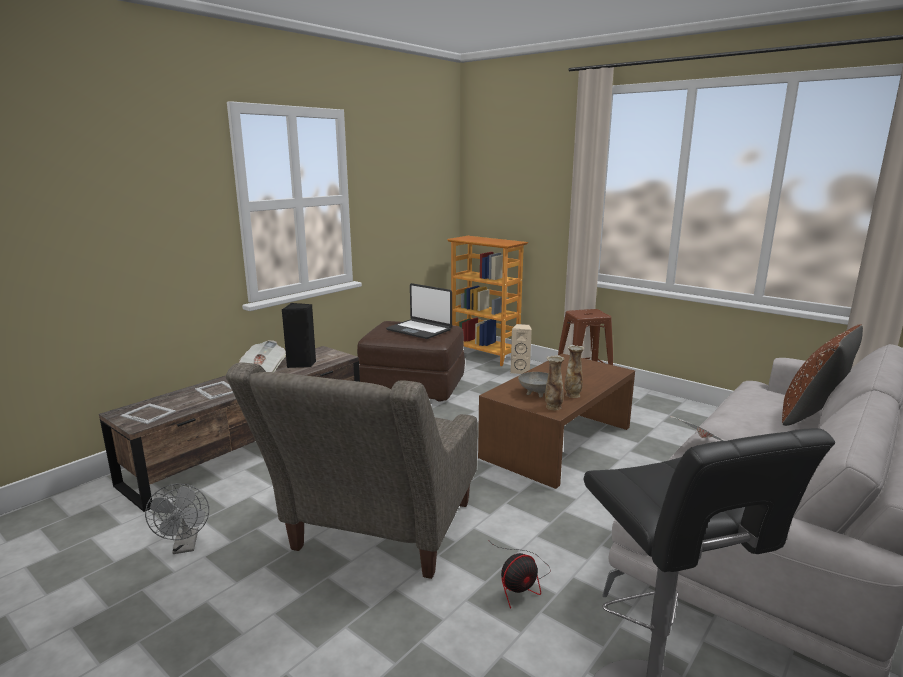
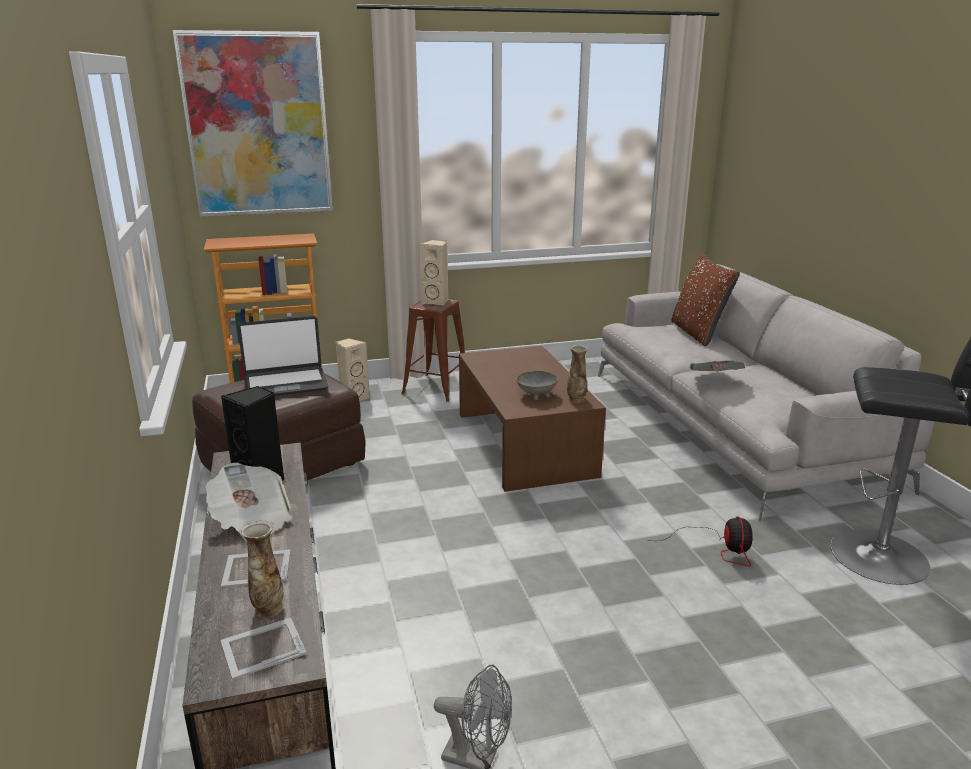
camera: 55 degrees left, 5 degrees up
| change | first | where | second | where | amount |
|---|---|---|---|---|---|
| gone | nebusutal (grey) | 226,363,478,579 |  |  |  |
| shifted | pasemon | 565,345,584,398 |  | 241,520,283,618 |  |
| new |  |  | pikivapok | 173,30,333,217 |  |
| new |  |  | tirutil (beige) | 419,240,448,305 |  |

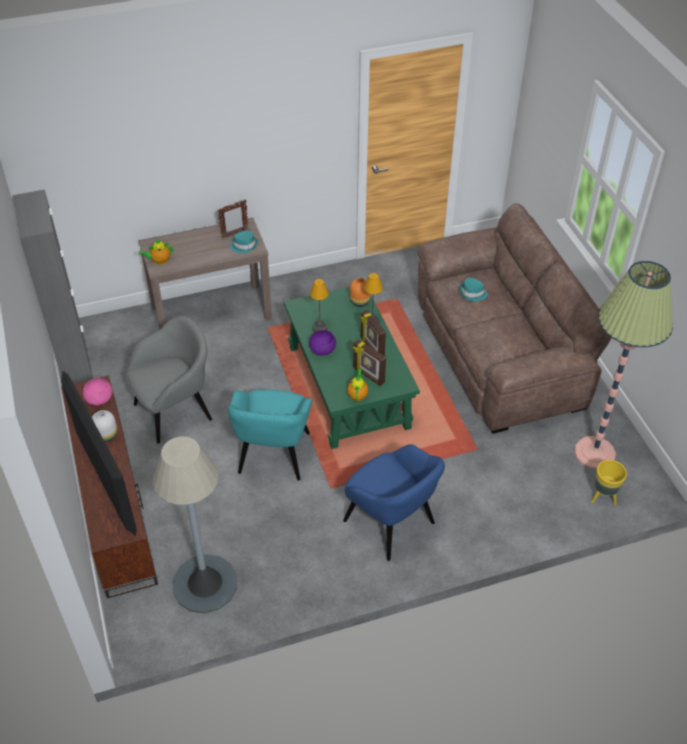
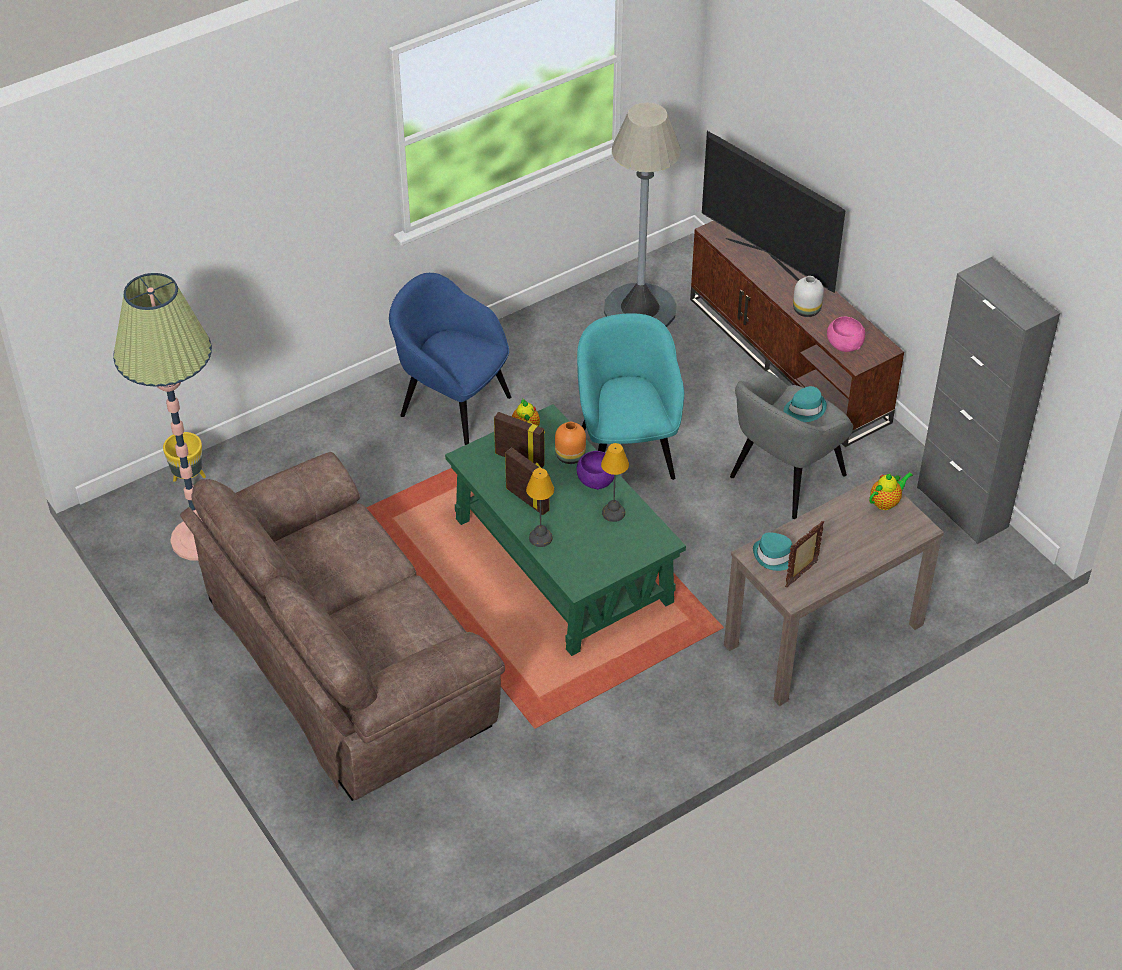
camera: 165 degrees right, 0 degrees up
| change | first | where | second | where | amount |
|---|---|---|---|---|---|
| shifted | pasemon (orange) | 350,278,370,307 |  | 555,422,586,464 |  |
| shifted | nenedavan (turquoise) | 459,278,488,301 |  | 783,386,827,422 |  |

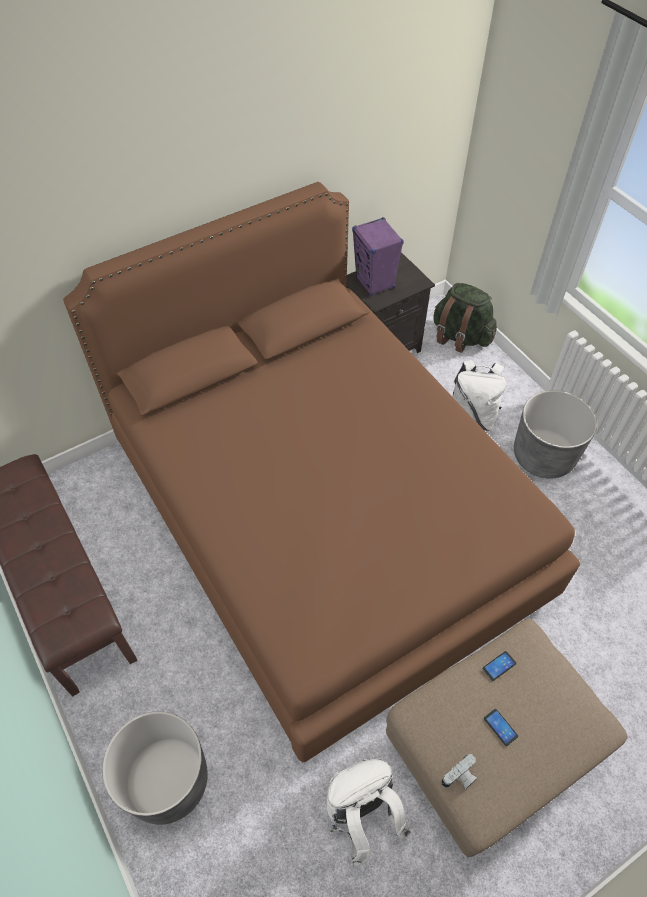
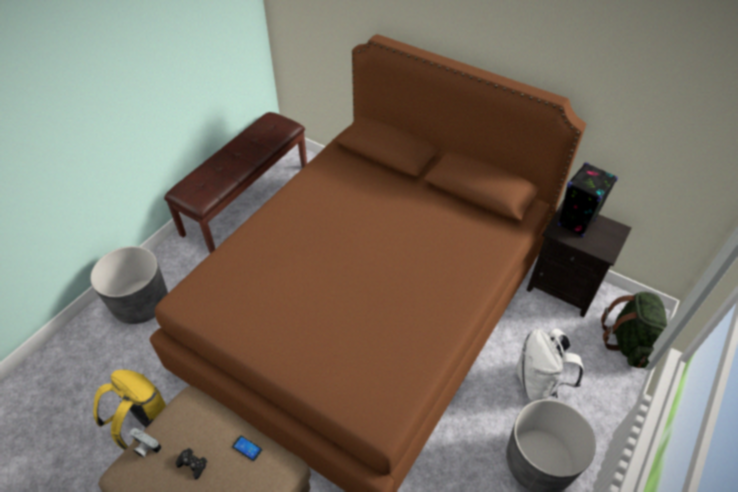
camera: 65 degrees right, 5 degrees down
| change | first | where | second | where | amount |
|---|---|---|---|---|---|
| repainted | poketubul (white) | 327,758,411,866 | poketubul (yellow) | 93,370,166,451 |  |
| repainted | tirutil (purple) | 352,217,404,296 | tirutil (black) | 558,162,618,238 |  |
| swapped | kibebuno | 484,709,518,746 | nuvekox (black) | 175,448,208,479 |  |

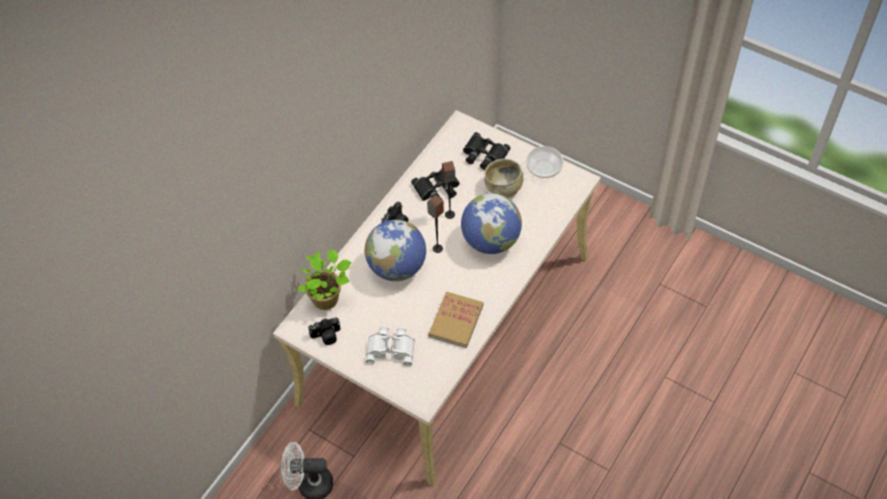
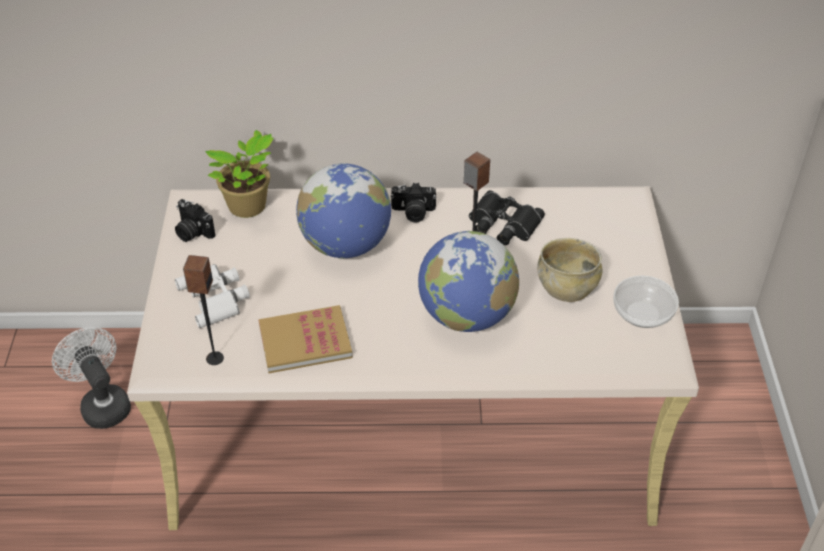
camera: 55 degrees right, 10 degrees down
| change | first | where | second | where | amount |
|---|---|---|---|---|---|
| shifted | tirutil | 427,195,444,253 |  | 183,255,224,365 |  |
| gone | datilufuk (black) | 463,132,510,170 |  |  |  |

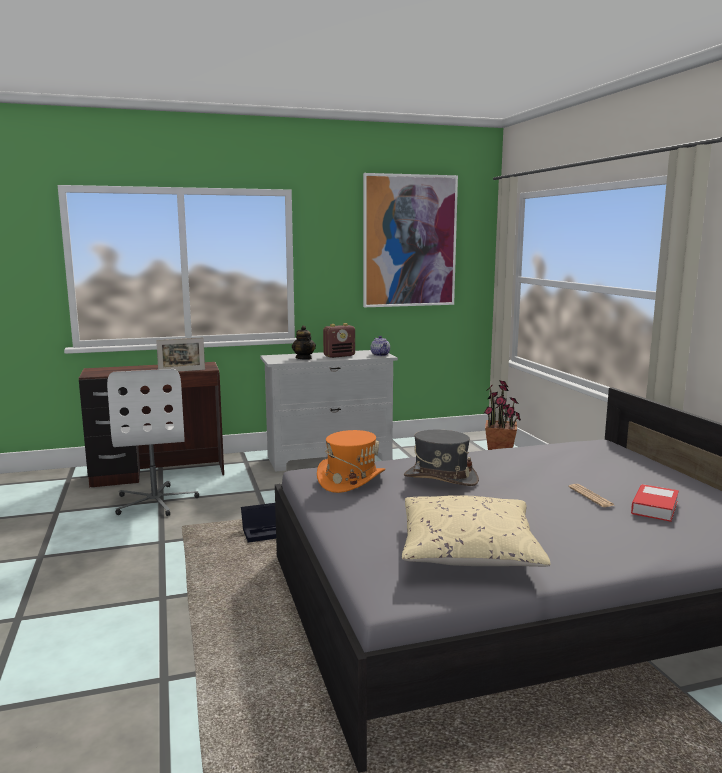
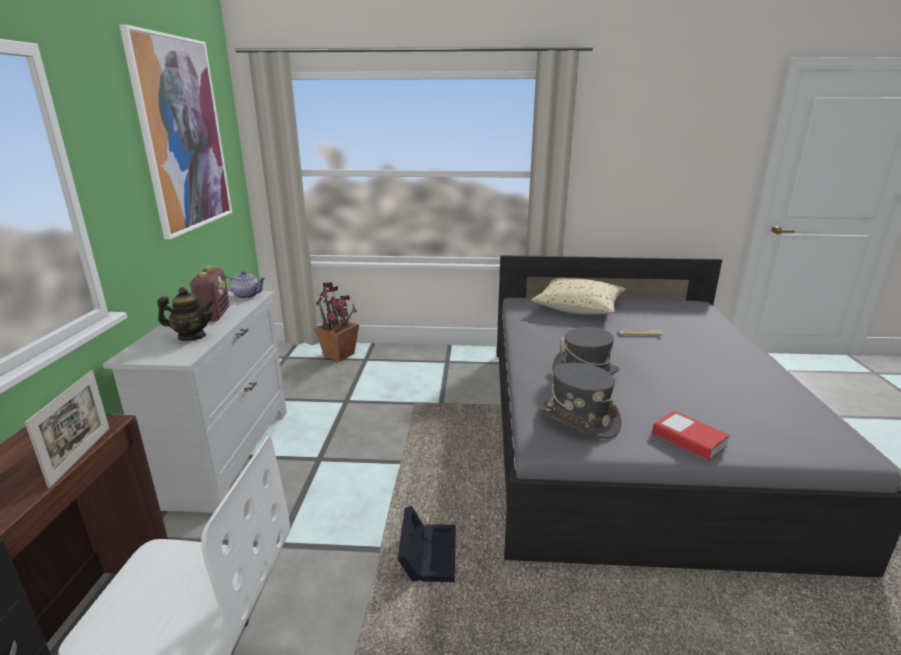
camera: 70 degrees left, 10 degrees up
| change | first | where | second | where | amount |
|---|---|---|---|---|---|
| repainted | nenedavan (orange) | 317,430,385,493 | nenedavan (grey) | 539,363,621,439 |  |
| shifted | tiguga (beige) | 402,495,551,567 |  | 531,278,626,314 |  |
| shifted | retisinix | 631,484,679,522 |  | 652,410,730,461 |  |

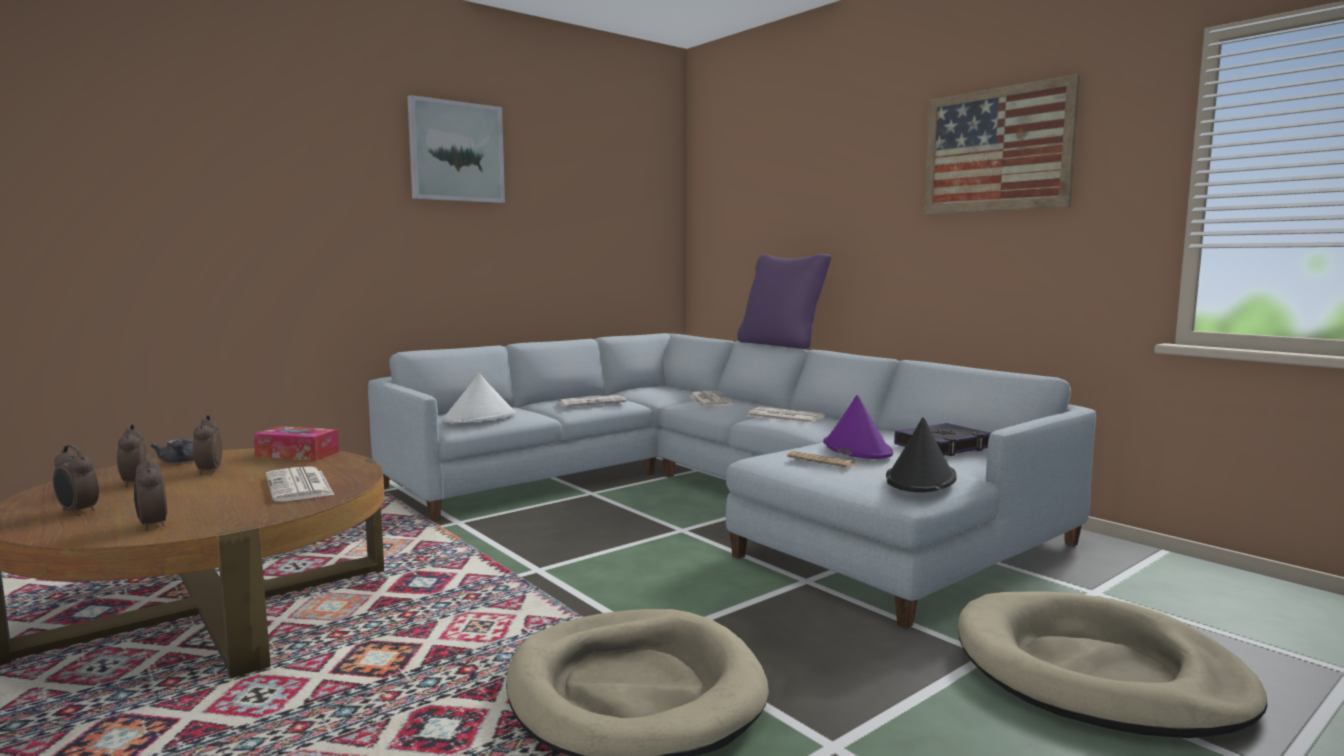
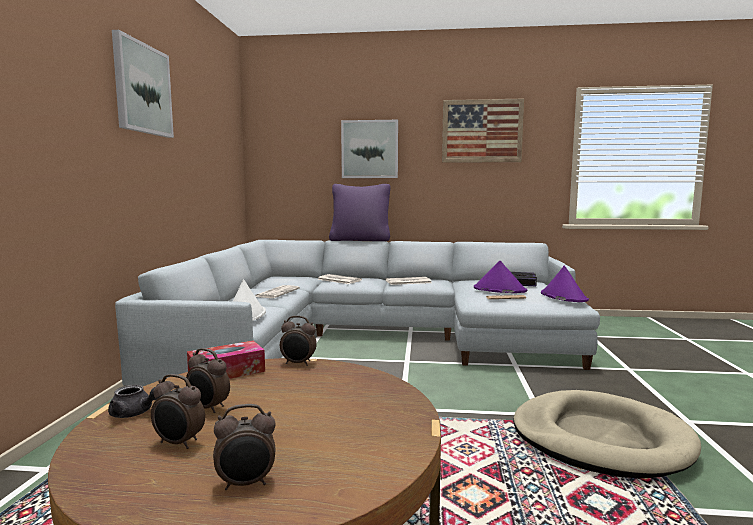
camera: 45 degrees left, 0 degrees up
| change | first | where | second | where | amount |
|---|---|---|---|---|---|
| shifted | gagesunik | 134,454,167,531 |  | 280,316,317,366 |  |
| gone | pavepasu | 266,466,334,502 |  |  |  |
| repainted | nenedavan (black) | 886,417,956,492 | nenedavan (purple) | 541,266,589,302 |  |
| gone | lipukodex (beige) | 958,591,1267,738 |  |  |  |
| new |  |  | pikivapok | 341,120,398,178 |  |

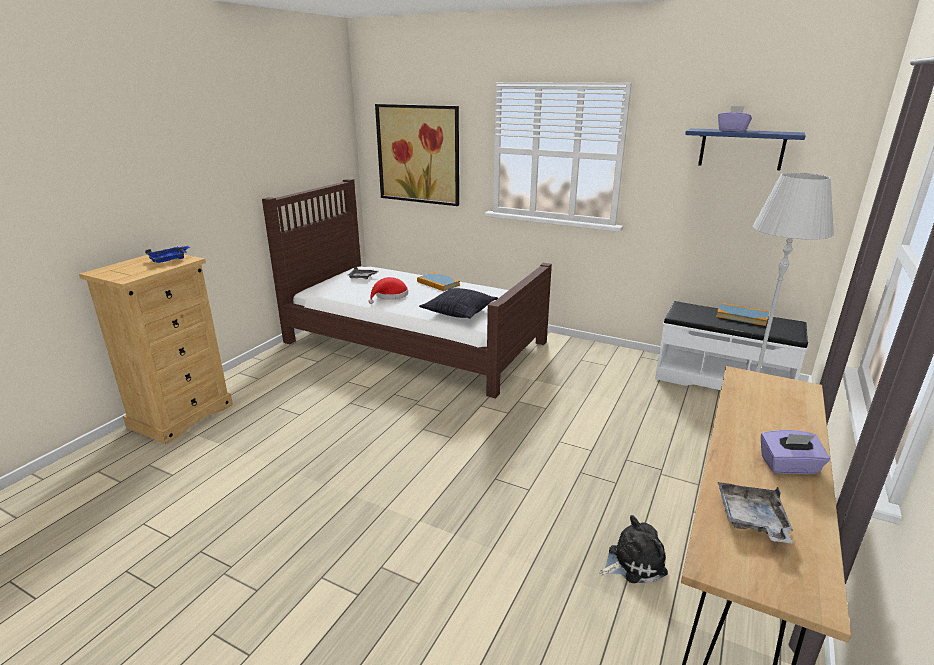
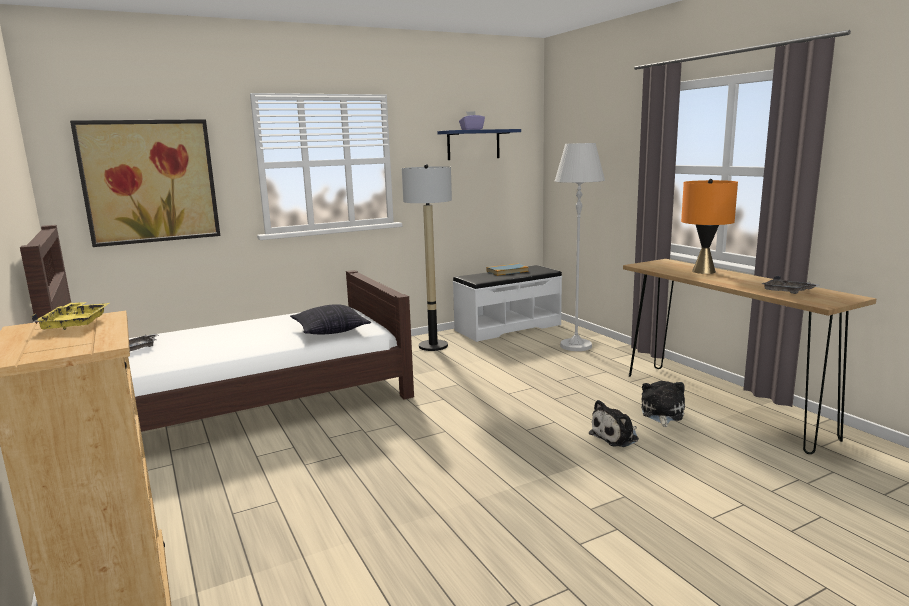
camera: 55 degrees left, 10 degrees down
| change | first | where | second | where | amount |
|---|---|---|---|---|---|
| repainted | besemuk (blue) | 145,246,190,263 | besemuk (yellow) | 31,302,109,330 |  |
| gone | nenedavan (red) | 368,277,408,304 |  |  |  |
| gone | retisinix | 417,272,460,291 |  |  |  |
| gone | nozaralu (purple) | 761,430,830,474 |  |  |  |
| new |  |  | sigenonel | 402,164,452,351 |  |
| new |  |  | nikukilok | 589,400,639,447 |  |
| new |  |  | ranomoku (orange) | 681,179,738,274 |  |

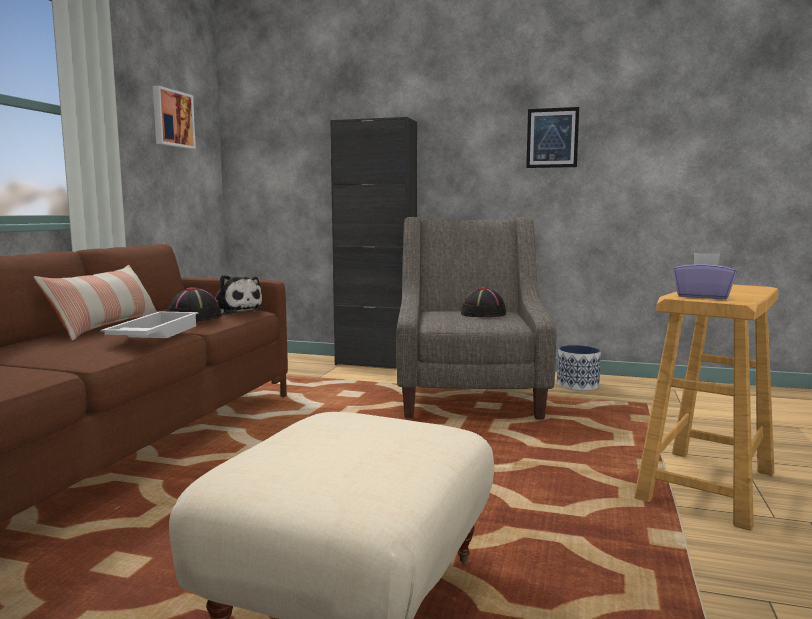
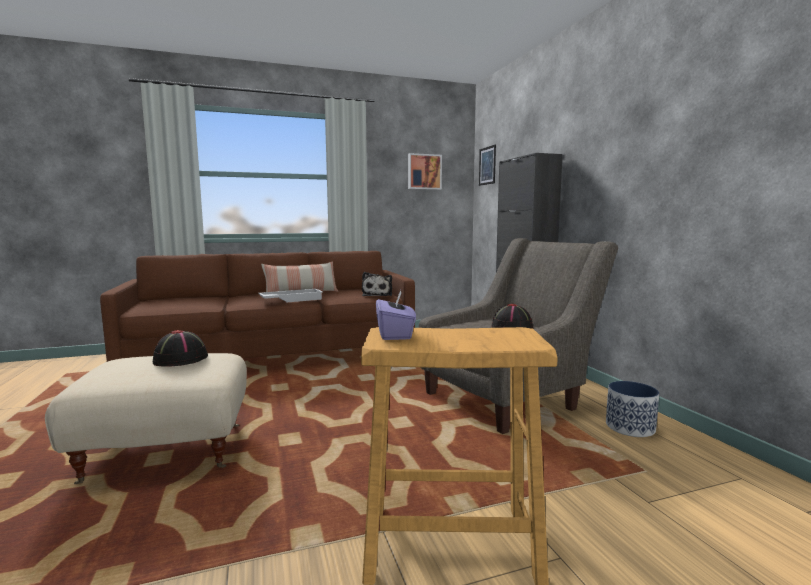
camera: 55 degrees right, 0 degrees up
| change | first | where | second | where | amount |
|---|---|---|---|---|---|
| shifted | nenedavan (black) | 168,287,222,322 |  | 153,330,208,367 |  |
| shifted | pikivapok | 526,107,579,168 |  | 479,144,496,186 |  |

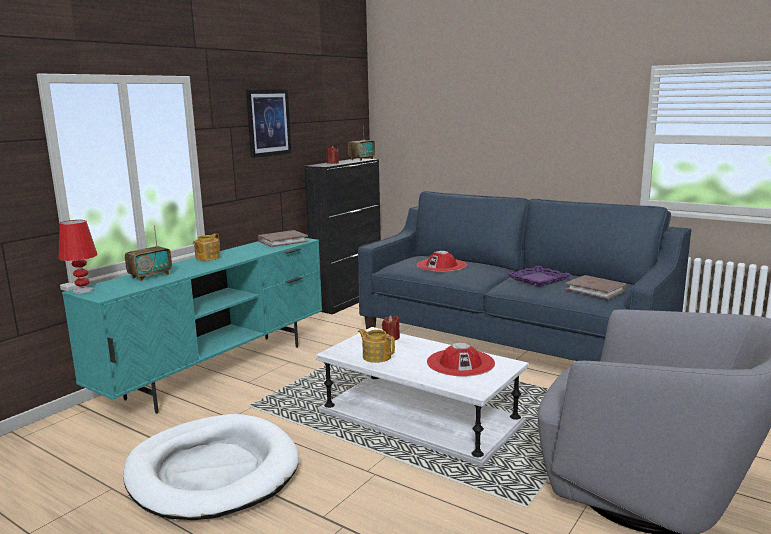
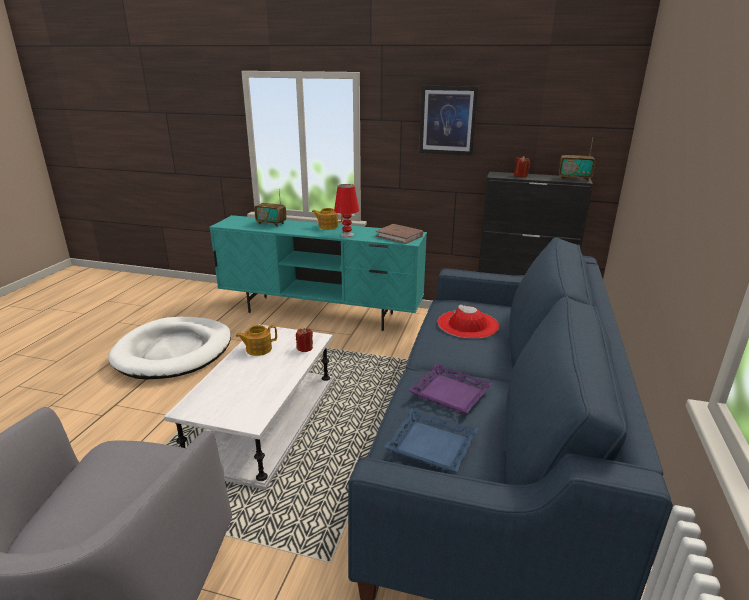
camera: 70 degrees right, 10 degrees up
| change | first | where | second | where | amount |
|---|---|---|---|---|---|
| shifted | ranomoku (red) | 58,220,97,294 |  | 334,184,359,237 |  |
| rotated | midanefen | 358,329,395,363 |  | 236,325,277,356 | 135 degrees counterclockwise |
| gone | nenedavan (red) | 427,343,495,376 |  |  |  |
| swapped | retisinix (brown) | 565,275,626,299 | besemuk (blue) | 384,409,478,472 |  |

